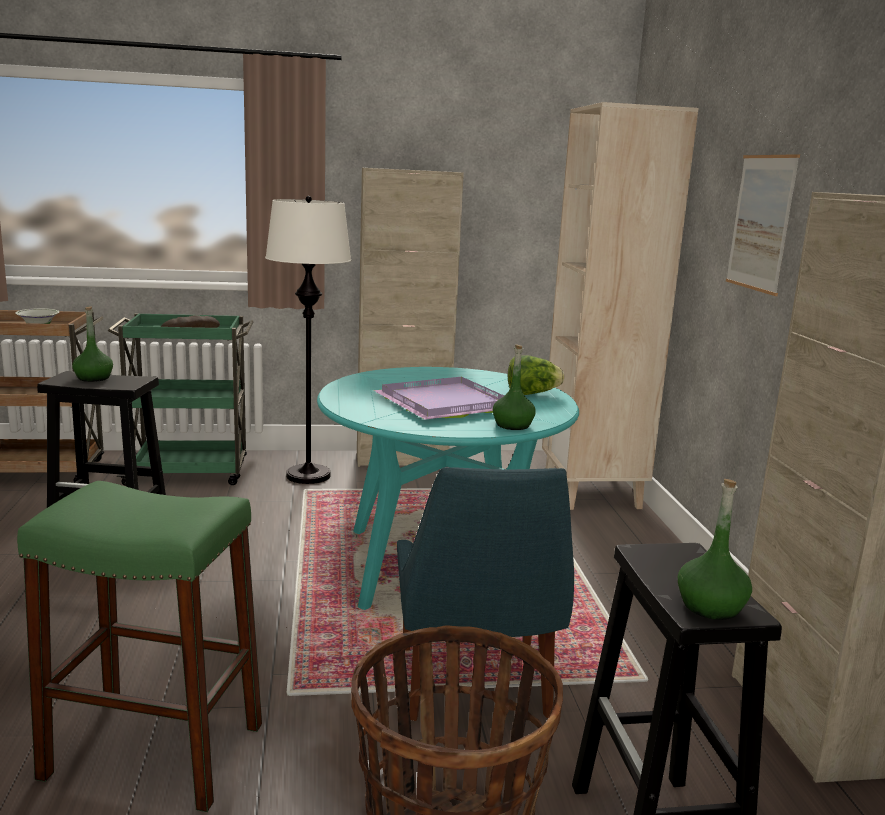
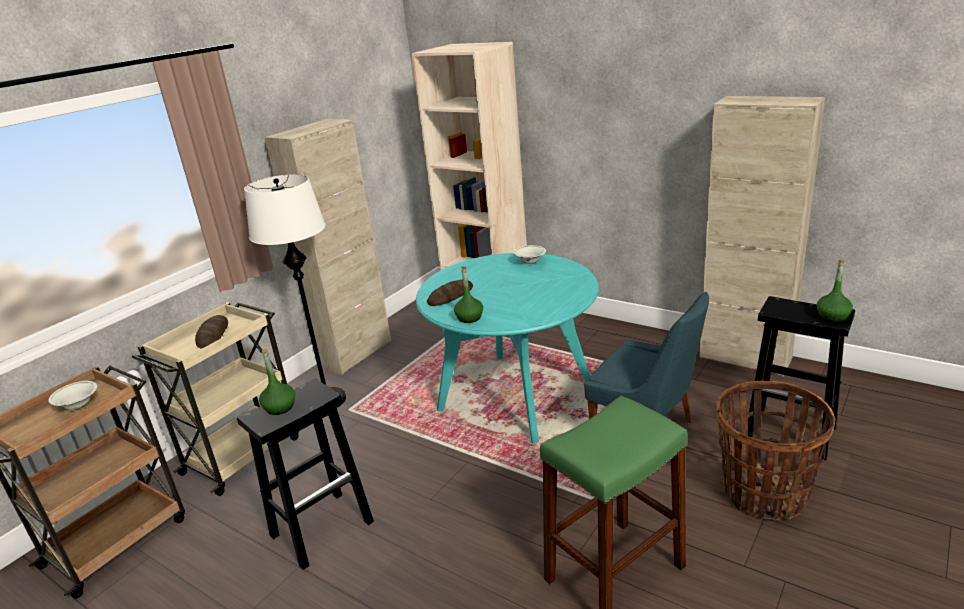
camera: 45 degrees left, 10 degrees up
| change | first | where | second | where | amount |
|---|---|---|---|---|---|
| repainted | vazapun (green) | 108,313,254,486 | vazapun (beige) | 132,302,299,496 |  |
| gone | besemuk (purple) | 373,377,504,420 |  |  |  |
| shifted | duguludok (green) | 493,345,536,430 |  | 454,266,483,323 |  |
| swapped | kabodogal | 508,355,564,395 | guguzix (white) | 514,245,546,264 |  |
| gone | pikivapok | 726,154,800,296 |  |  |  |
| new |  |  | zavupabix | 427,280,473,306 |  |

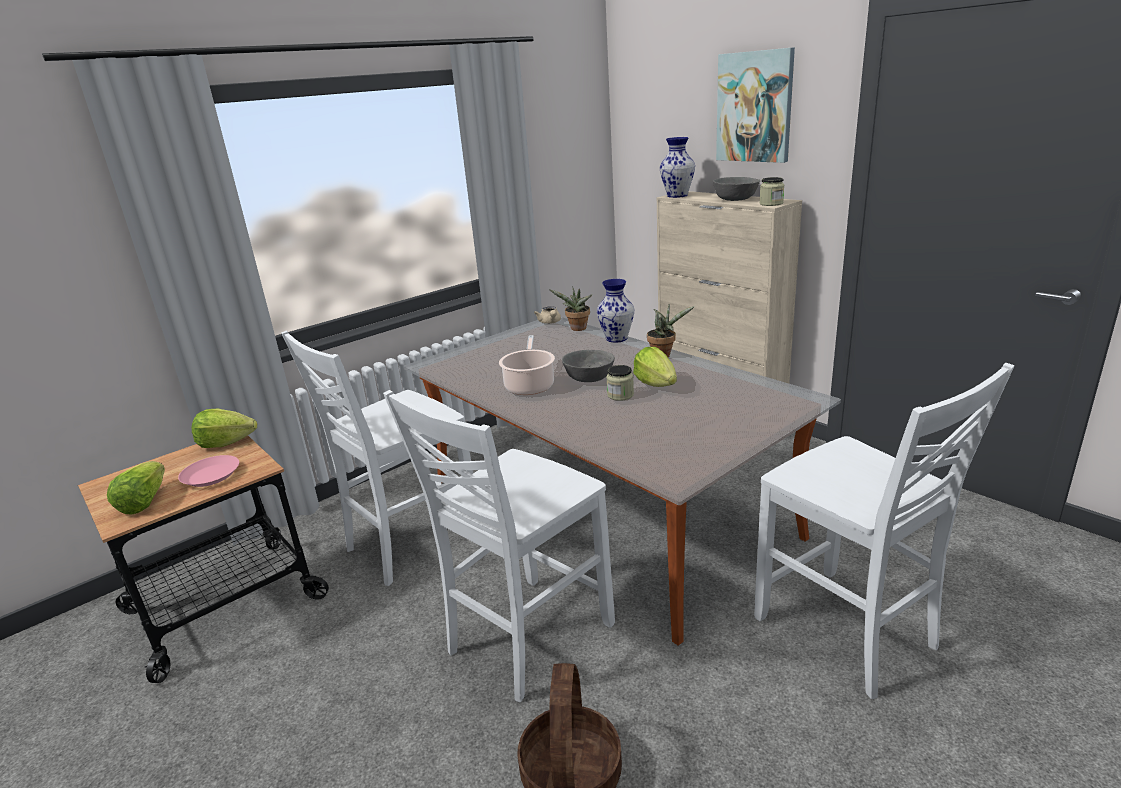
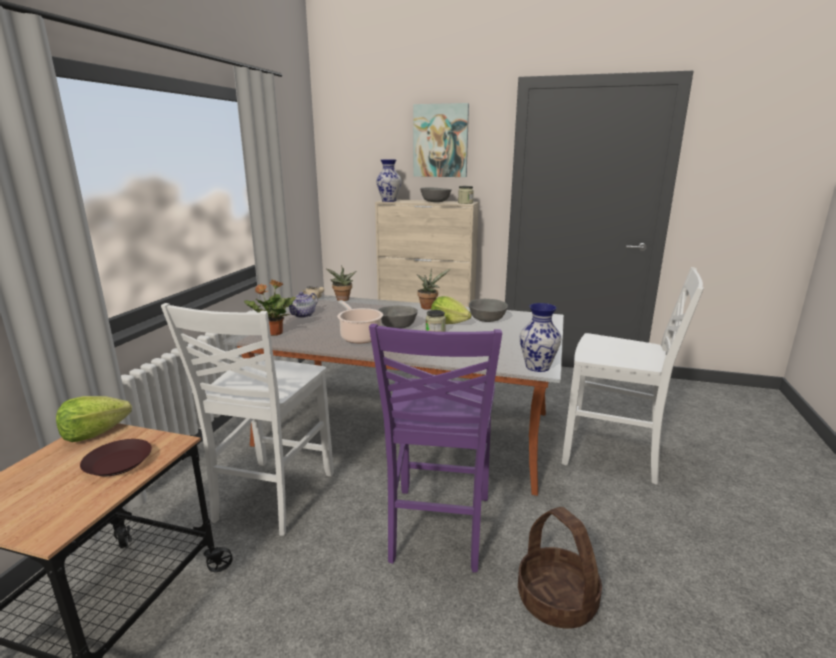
camera: 35 degrees left, 5 degrees down
| change | first | where | second | where | amount |
|---|---|---|---|---|---|
| gone | kabodogal | 107,461,165,515 |  |  |  |
| repainted | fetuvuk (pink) | 178,455,239,487 | fetuvuk (brown) | 80,439,152,476 |  |
| repainted | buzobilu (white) | 383,390,615,702 | buzobilu (purple) | 369,324,502,572 |  |
| shifted | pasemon | 597,279,634,343 |  | 520,303,561,372 |  |
| new |  |  | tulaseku | 244,280,296,336 |  |
| new |  |  | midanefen | 289,292,318,318 |  |
| new |  |  | guguzix (grey) | 469,299,508,322 |  |

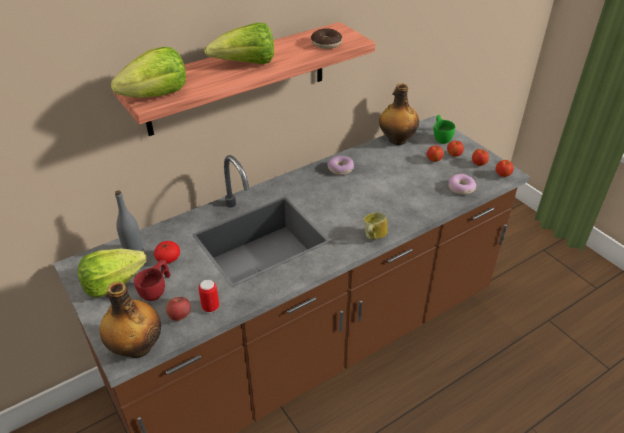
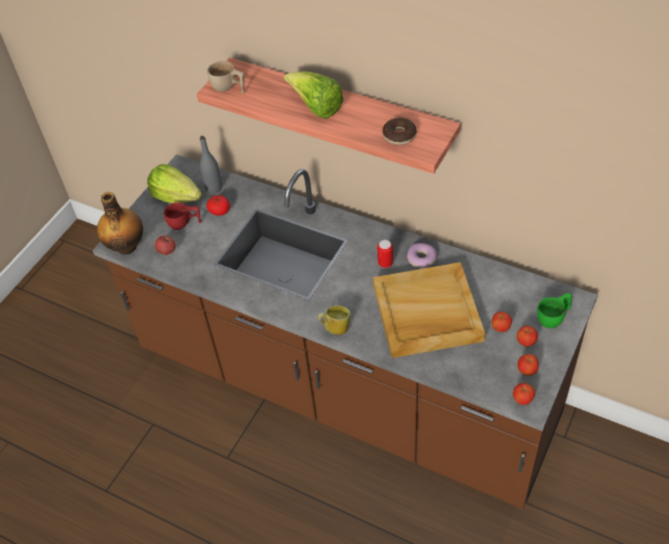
camera: 65 degrees right, 10 degrees up
| change | first | where | second | where | amount |
|---|---|---|---|---|---|
| swapped | kabodogal | 111,47,186,98 | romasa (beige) | 208,61,245,93 |  |
| shifted | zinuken | 198,280,219,312 |  | 377,240,393,268 |  |
| gone | duguludok | 379,83,419,145 |  |  |  |
| gone | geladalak | 448,174,476,195 |  |  |  |
| new |  |  | besemuk (beige) | 373,262,485,358 |  |

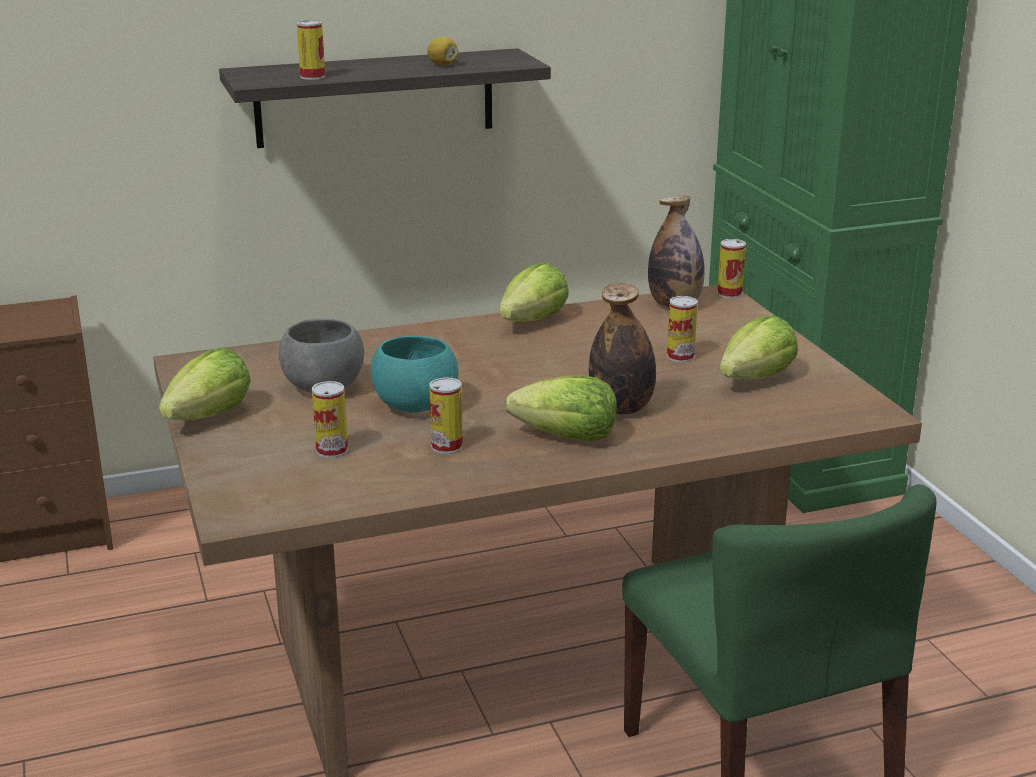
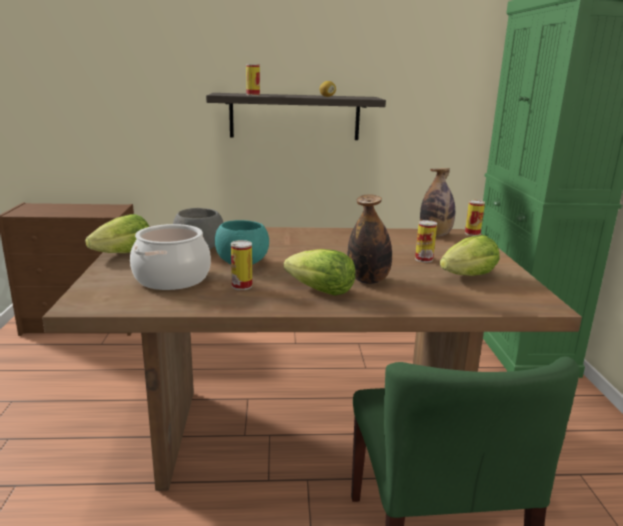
camera: 15 degrees right, 5 degrees down
| change | first | where | second | where | amount |
|---|---|---|---|---|---|
| swapped | zinuken | 312,381,348,458 | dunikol | 130,224,211,290 |  |
| gone | kabodogal | 499,262,569,322 |  |  |  |

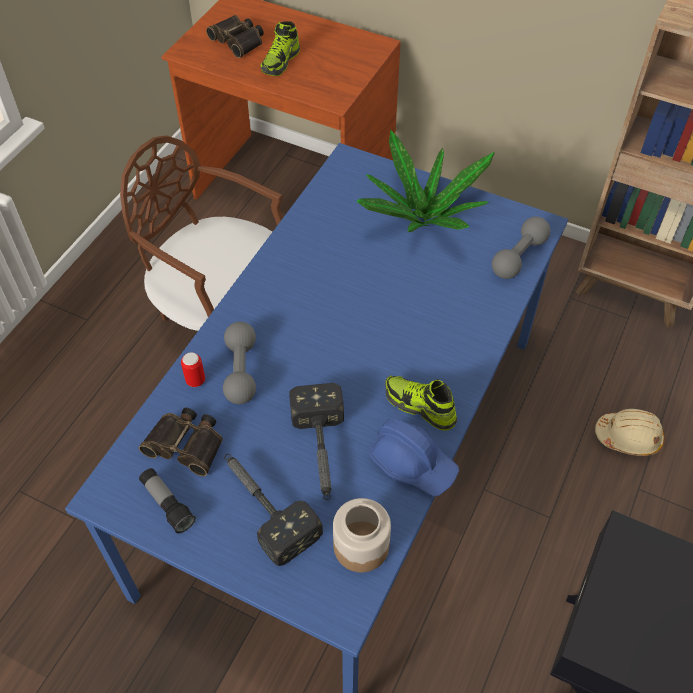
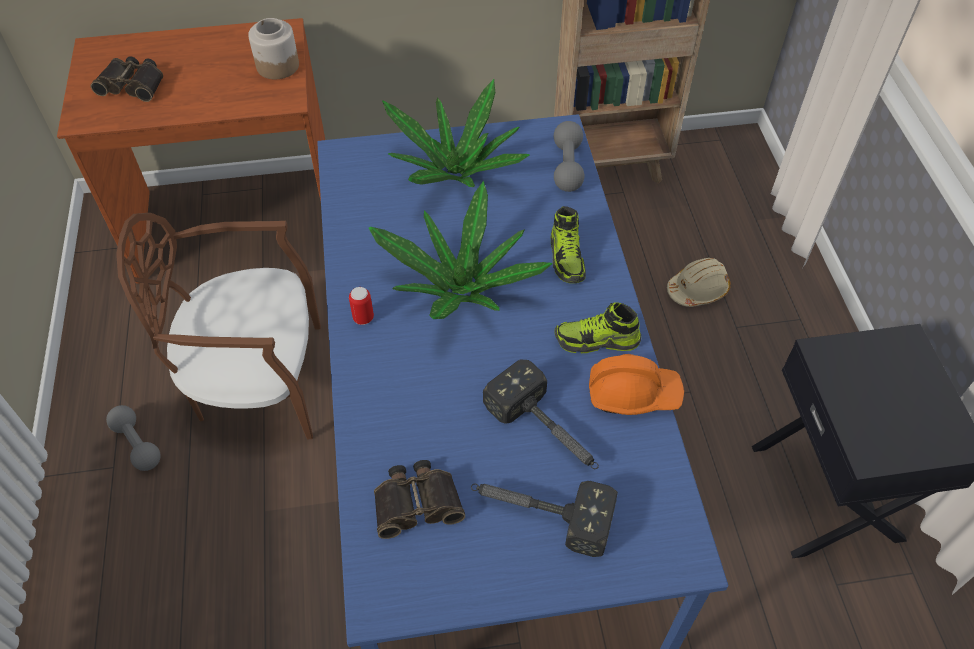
camera: 35 degrees left, 0 degrees up
| change | first | where | second | where | amount |
|---|---|---|---|---|---|
| gone | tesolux | 139,468,196,533 |  |  |  |
| shifted | zinuken | 181,352,205,387 |  | 349,287,374,325 |  |
| shifted | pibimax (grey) | 223,322,256,404 |  | 106,405,161,471 |  |
| shifted | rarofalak | 261,21,300,76 |  | 551,206,586,283 |  |
| shifted | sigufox | 333,498,391,572 |  | 248,18,299,79 |  |
| repainted | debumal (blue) | 369,418,459,497 | debumal (orange) | 589,354,684,415 |  |
| new |  |  | tulaseku | 369,181,552,319 |  |

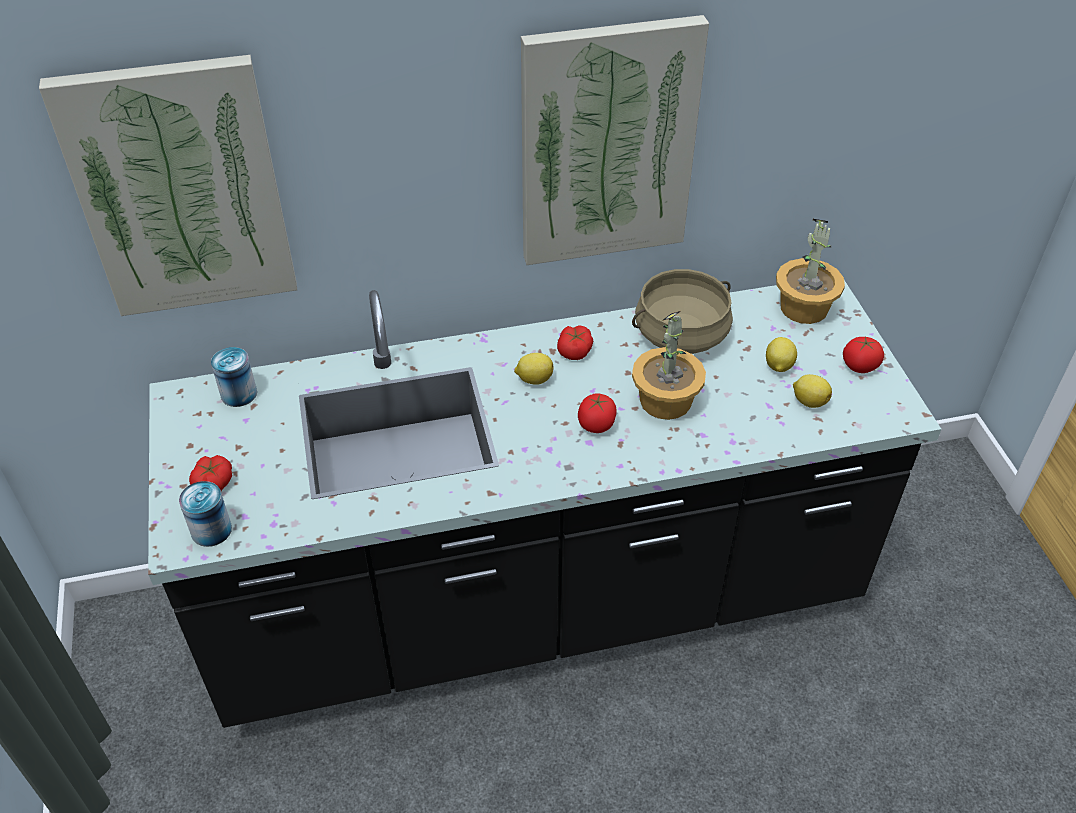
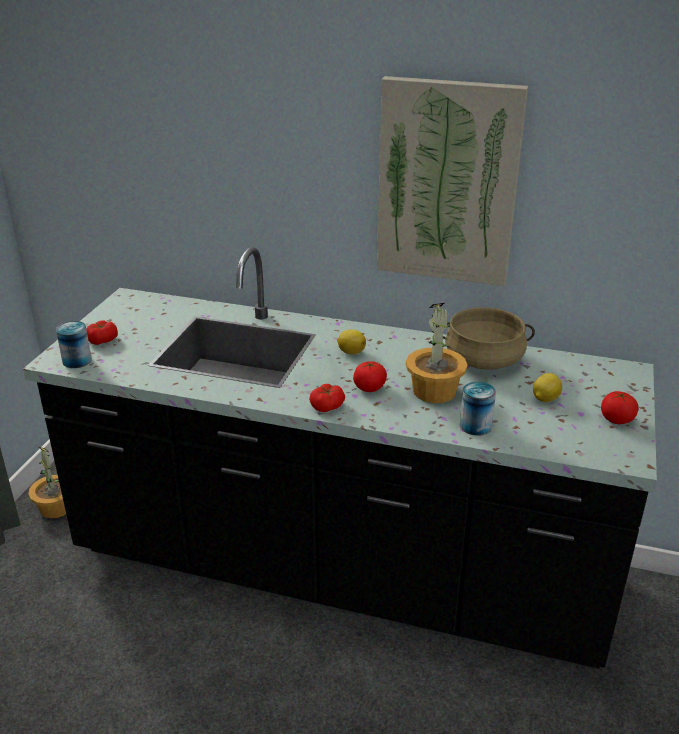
camera: 30 degrees right, 15 degrees down
| change | first | where | second | where | amount |
|---|---|---|---|---|---|
| gone | pikivapok | 39,55,297,316 |  |  |  |
| shifted | zinuken | 211,347,257,407 |  | 460,382,496,436 |  |
| shifted | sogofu | 557,325,593,360 |  | 309,384,345,412 |  |
| shifted | tulaseku | 776,219,845,324 |  | 28,446,66,518 |  |
| gone | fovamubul | 793,374,832,408 |  |  |  |

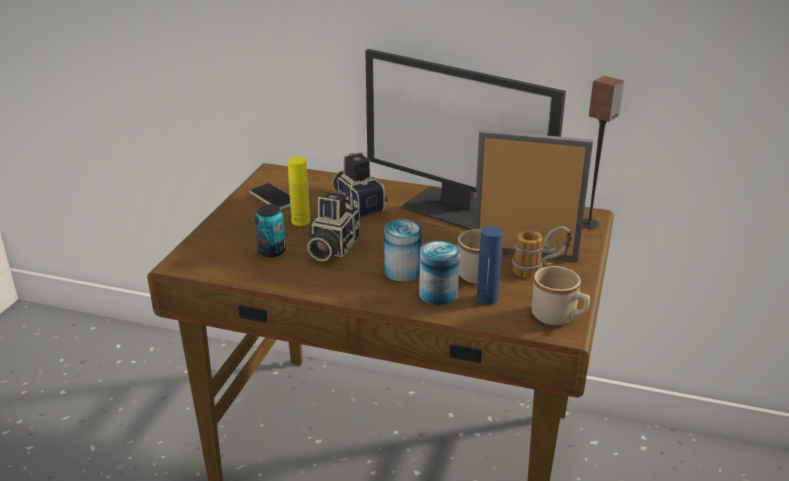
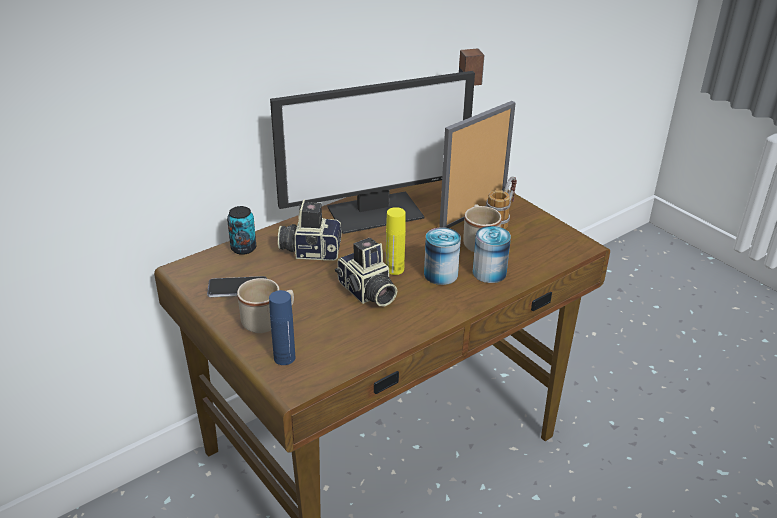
camera: 55 degrees left, 5 degrees up
| change | first | where | second | where | amount |
|---|---|---|---|---|---|
| shifted | zinuken | 255,204,286,257 |  | 227,206,256,255 |  |
| shifted | duguludok (yellow) | 288,157,310,226 |  | 386,207,406,275 |  |
| shifted | duguludok (blue) | 477,226,503,305 |  | 269,290,295,365 |  |
| shifted | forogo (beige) | 532,266,590,325 |  | 237,278,294,333 |  |

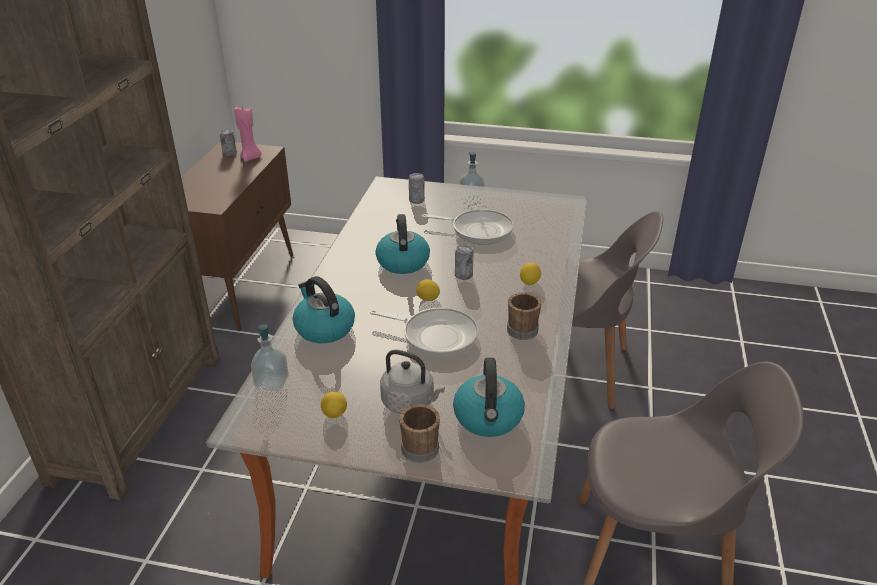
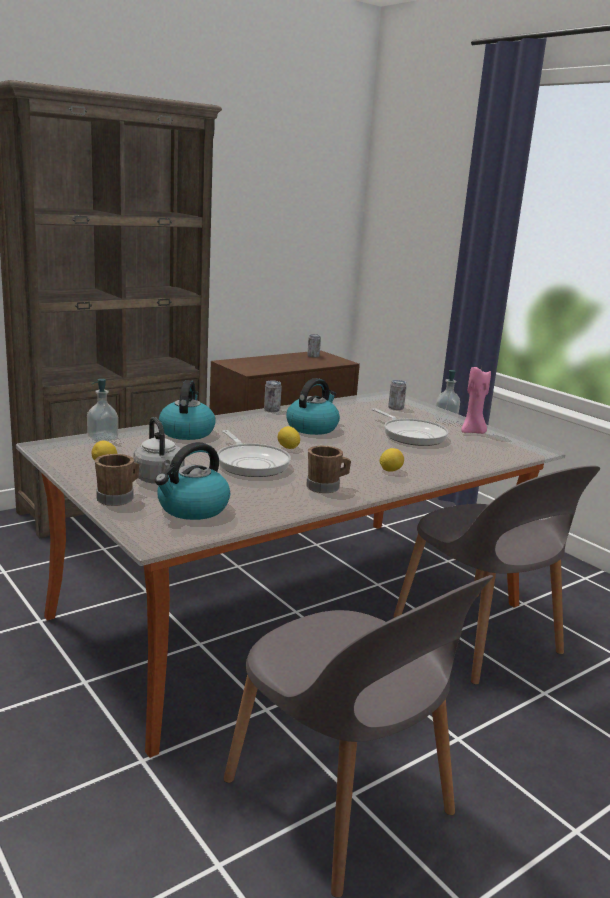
camera: 40 degrees right, 15 degrees down
| change | first | where | second | where | amount |
|---|---|---|---|---|---|
| shifted | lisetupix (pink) | 234,106,262,162 |  | 461,366,491,434 |  |
| shifted | zinuken | 455,244,474,280 |  | 264,381,282,412 |  |

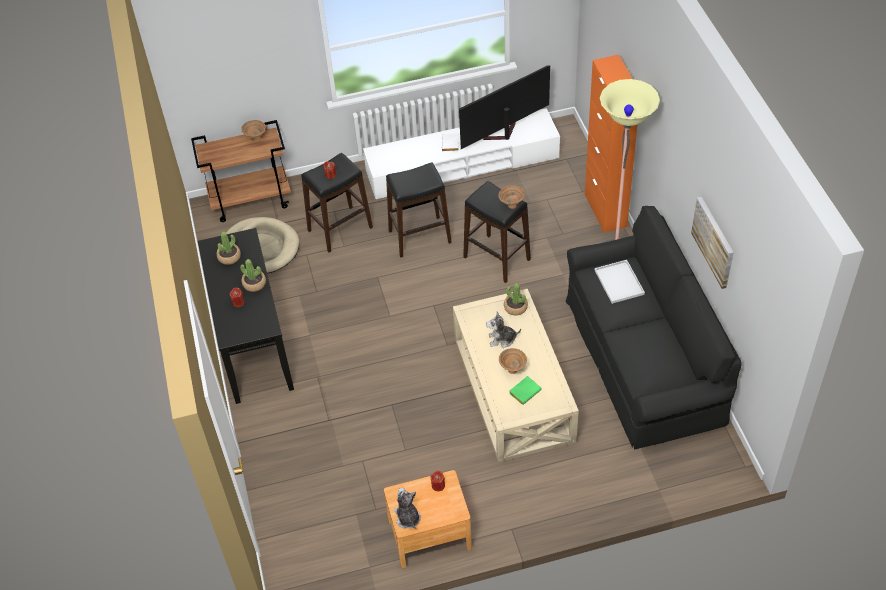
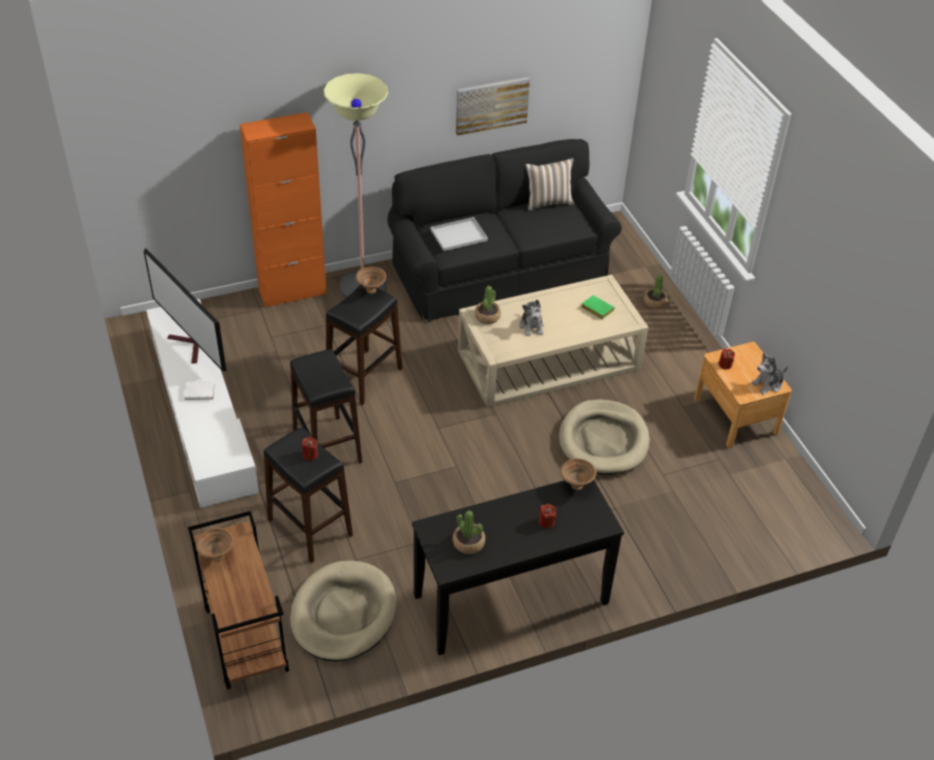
camera: 100 degrees left, 5 degrees down
| change | first | where | second | where | amount |
|---|---|---|---|---|---|
| shifted | tulaseku | 240,259,266,292 |  | 644,275,668,309 |  |
| shifted | guguzix (brown) | 499,348,527,374 |  | 560,458,596,490 |  |
| new |  |  | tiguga | 525,158,574,211 |  |
| new |  |  | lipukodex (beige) | 559,399,650,475 |  |

